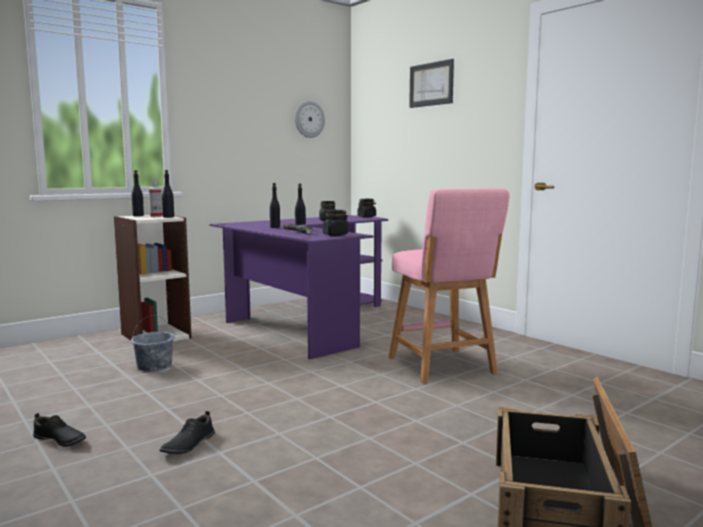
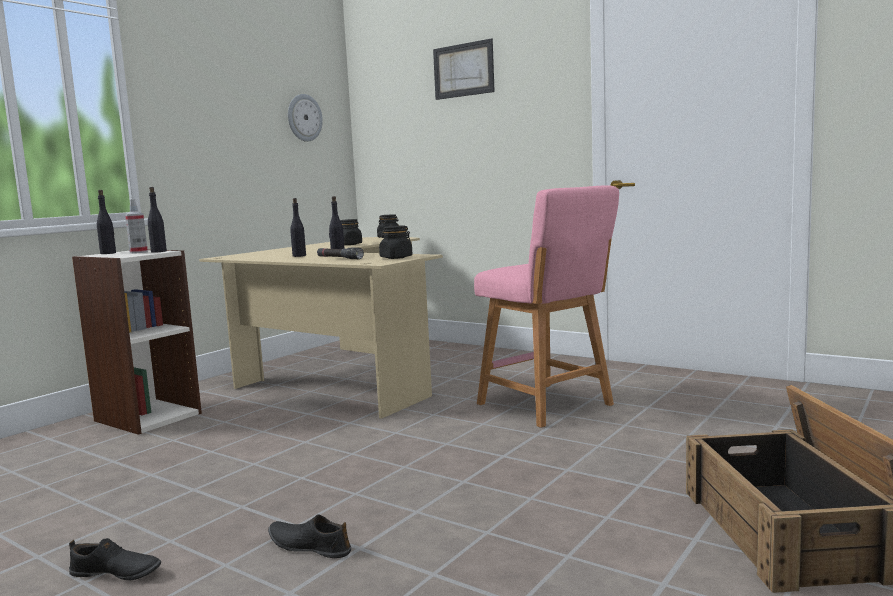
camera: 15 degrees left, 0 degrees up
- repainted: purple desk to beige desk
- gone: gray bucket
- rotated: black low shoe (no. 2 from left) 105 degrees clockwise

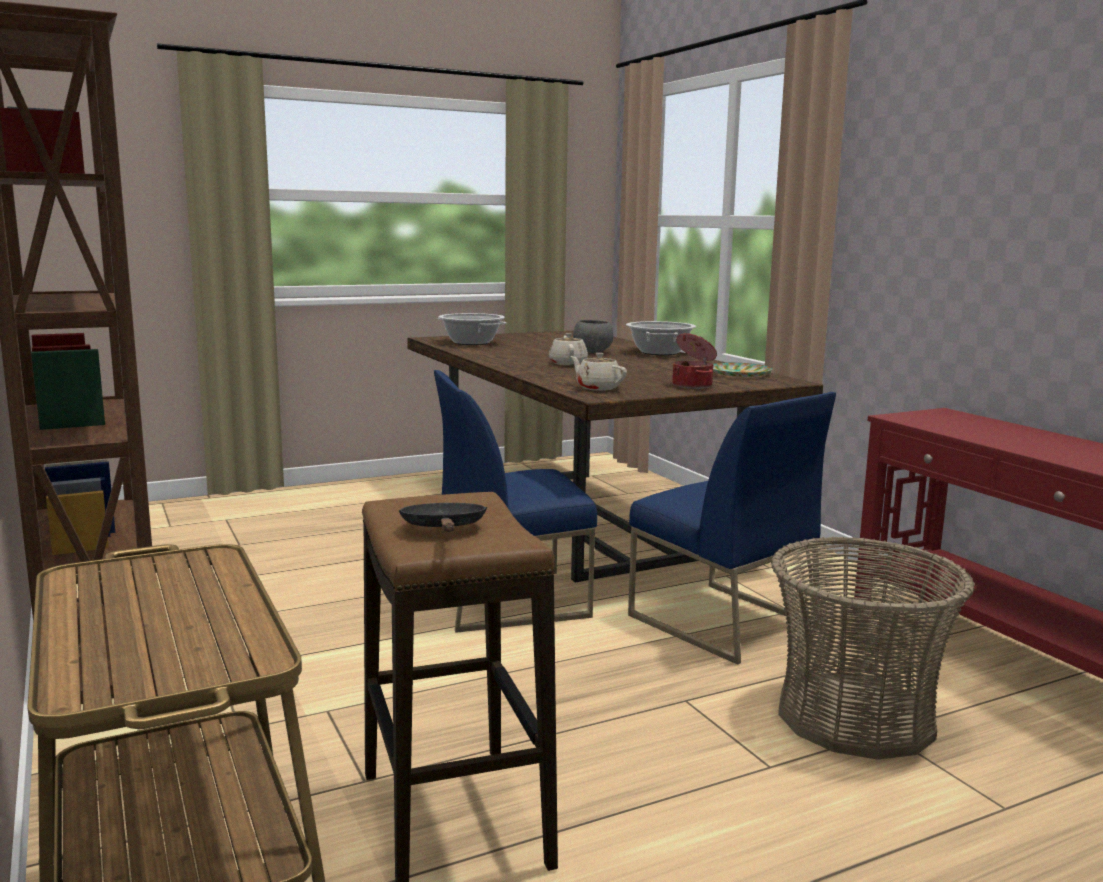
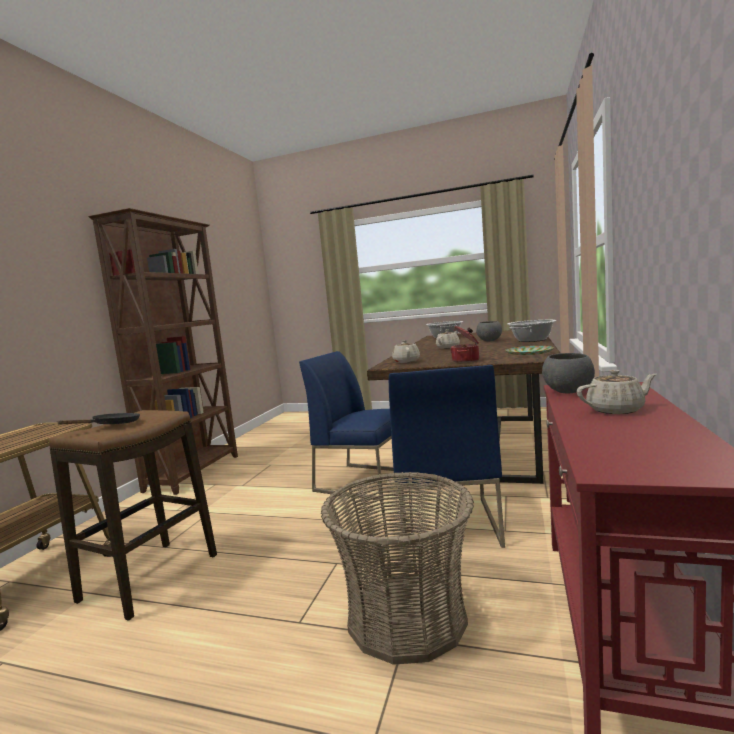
camera: 45 degrees right, 5 degrees down
- new: gray bowl (no. 2 from left)
- new: beige tea pot (no. 3 from left)

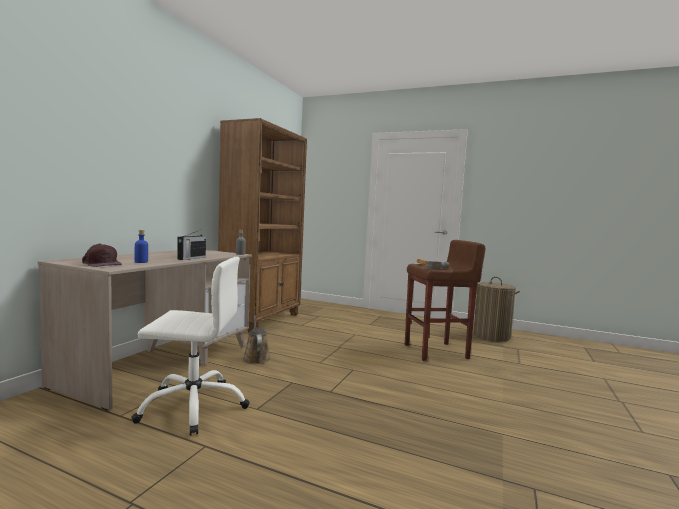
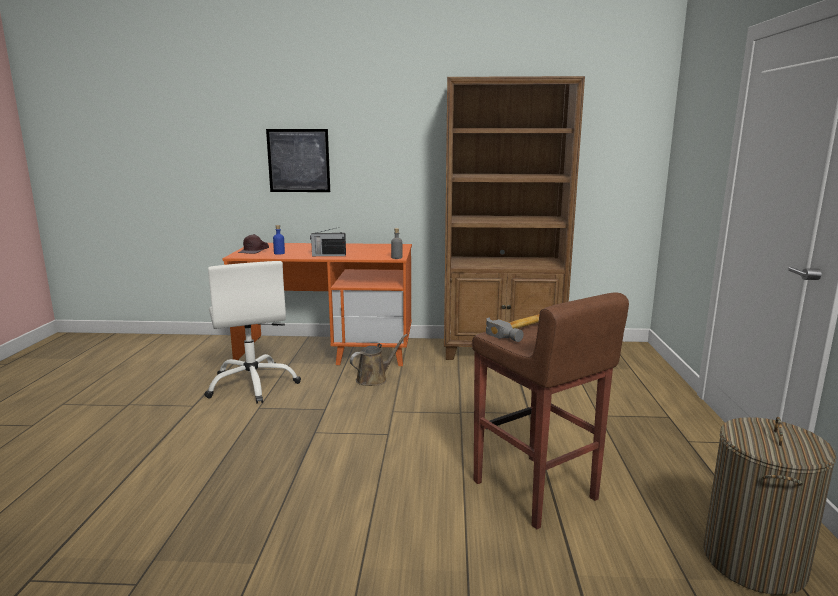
camera: 70 degrees right, 10 degrees up
- repainted: beige desk to orange desk
- new: wall art

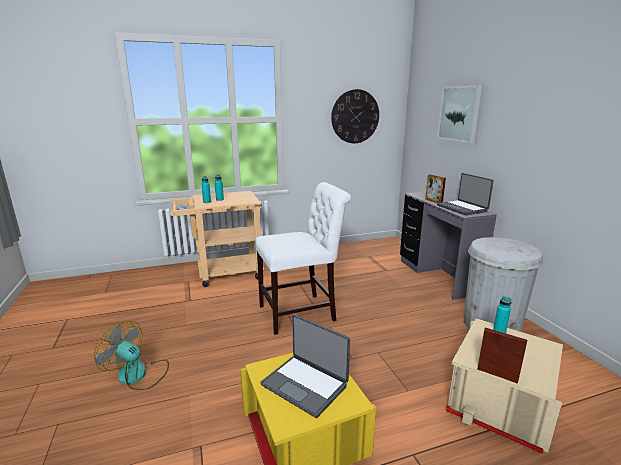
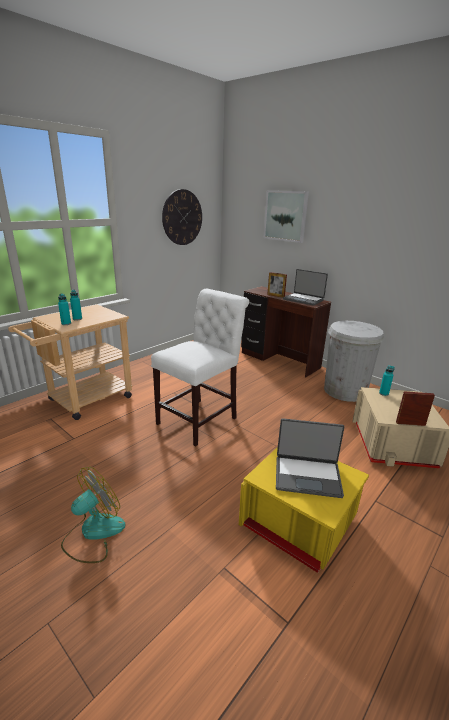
camera: 30 degrees left, 5 degrees up
- repainted: gray desk to brown desk
- rotated: fan 135 degrees clockwise

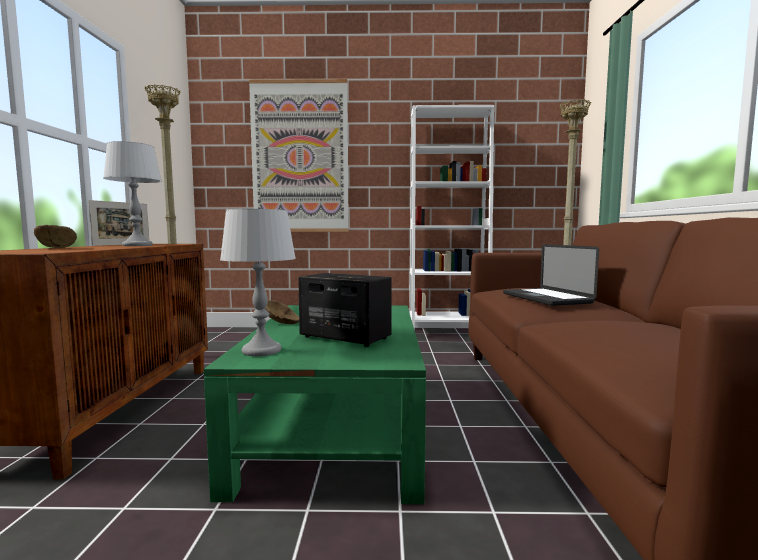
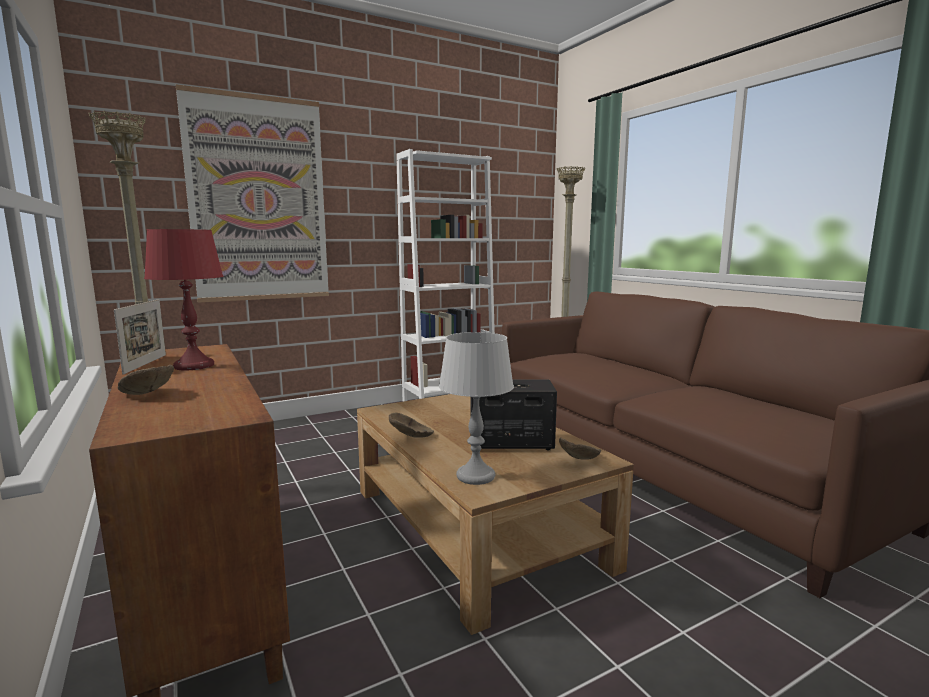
camera: 30 degrees left, 5 degrees up
- repainted: gray lamp for a table (no. 1 from left) to red-coloured lamp for a table
- gone: laptop
- repainted: greenish coffee table to brown coffee table
- new: brown bowl (no. 3 from left)

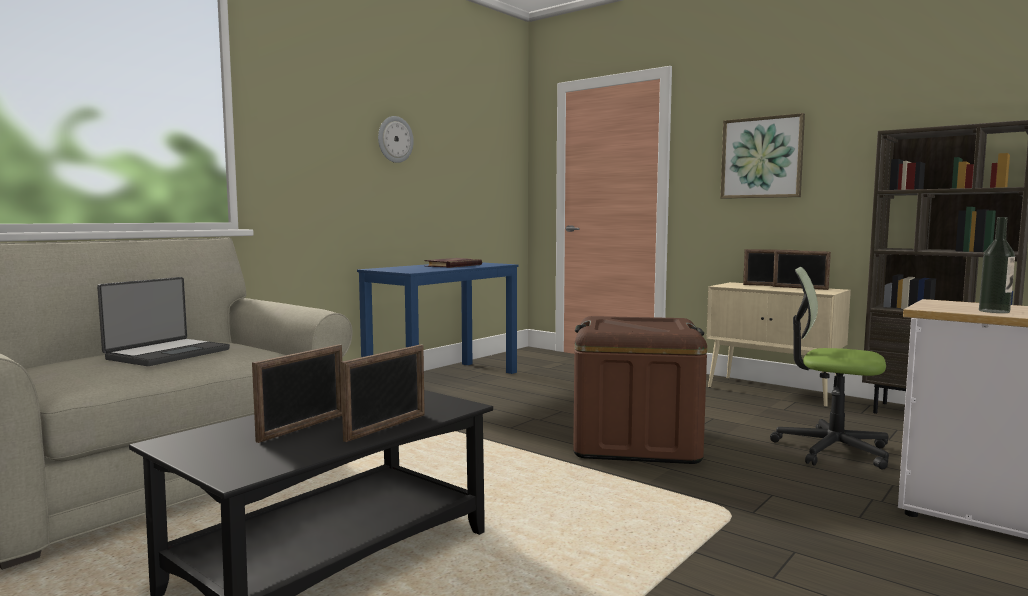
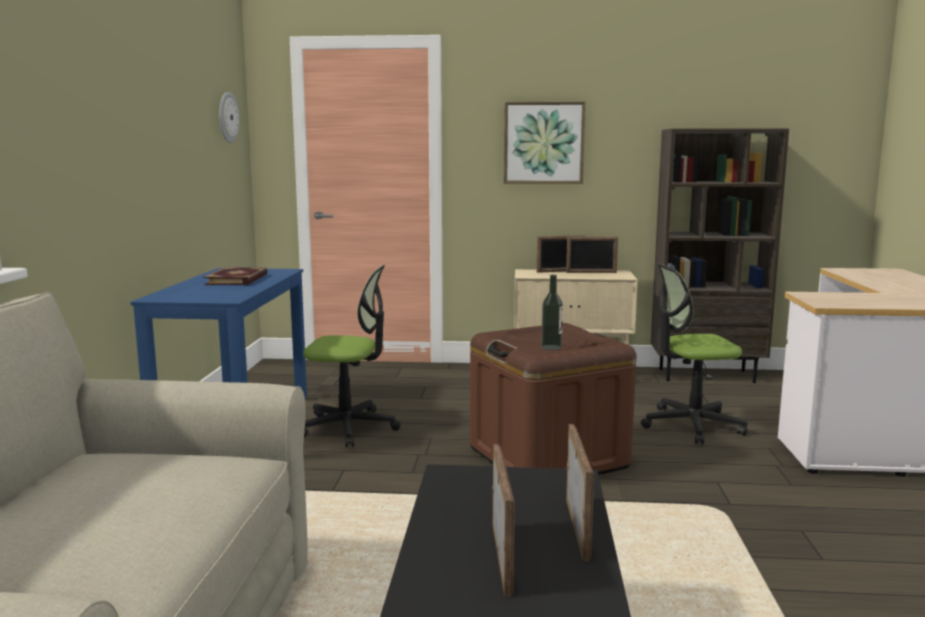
camera: 35 degrees left, 5 degrees up
- shifted: wall clock
- shifted: beverage bottle
- gone: laptop
- new: office chair (no. 1 from left)

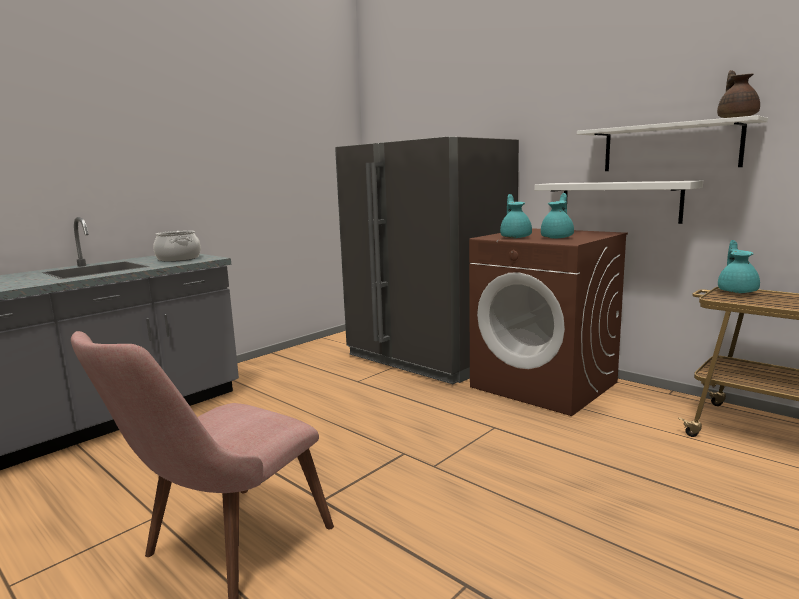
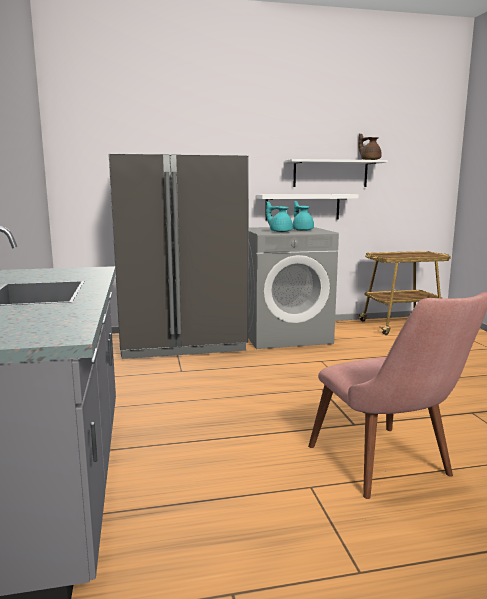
camera: 55 degrees left, 0 degrees up
- repainted: brown washing machine to gray washing machine
- gone: saucepot
- gone: turquoise-coloured tea pot (no. 3 from left)

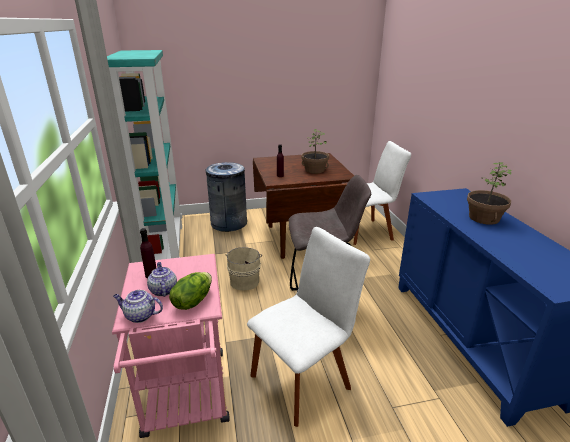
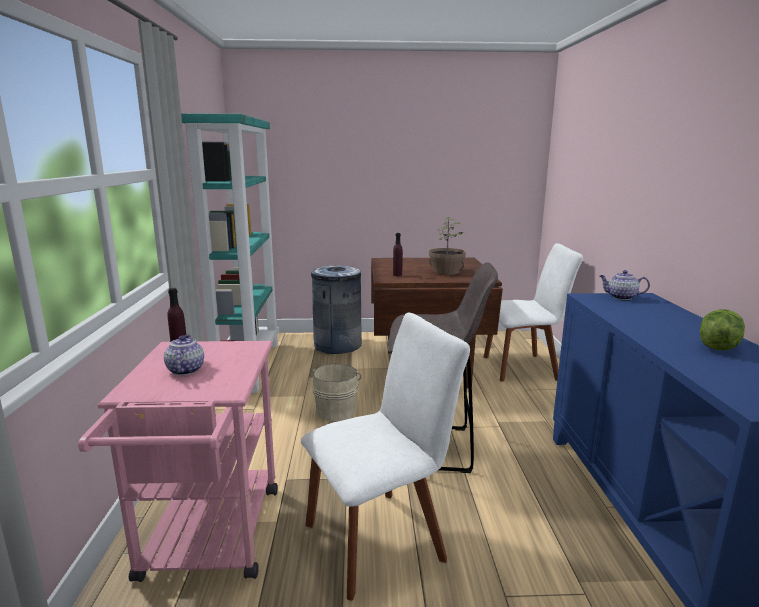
camera: 10 degrees right, 10 degrees down
- gone: houseplant (no. 2 from left)
- shifted: lettuce
- shifted: tea pot (no. 1 from left in the first image) to tea pot (no. 2 from left)

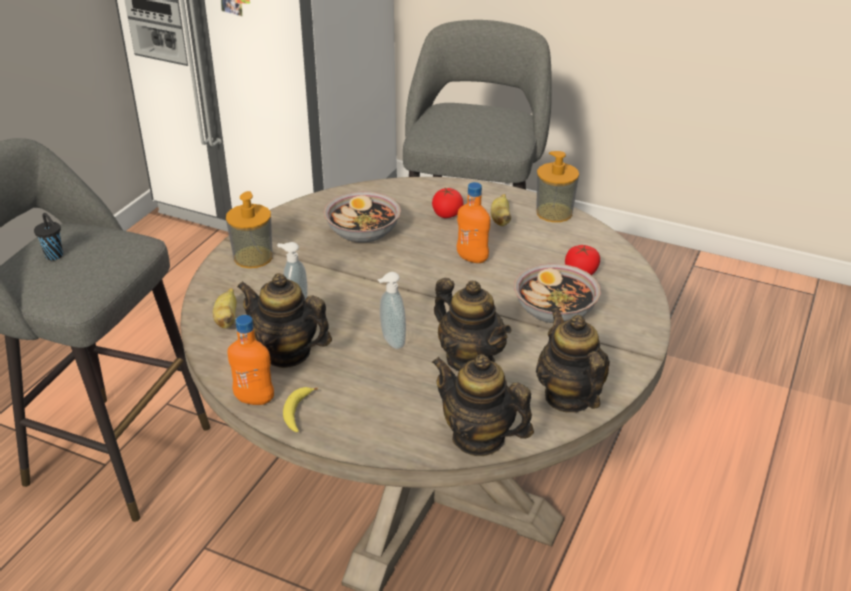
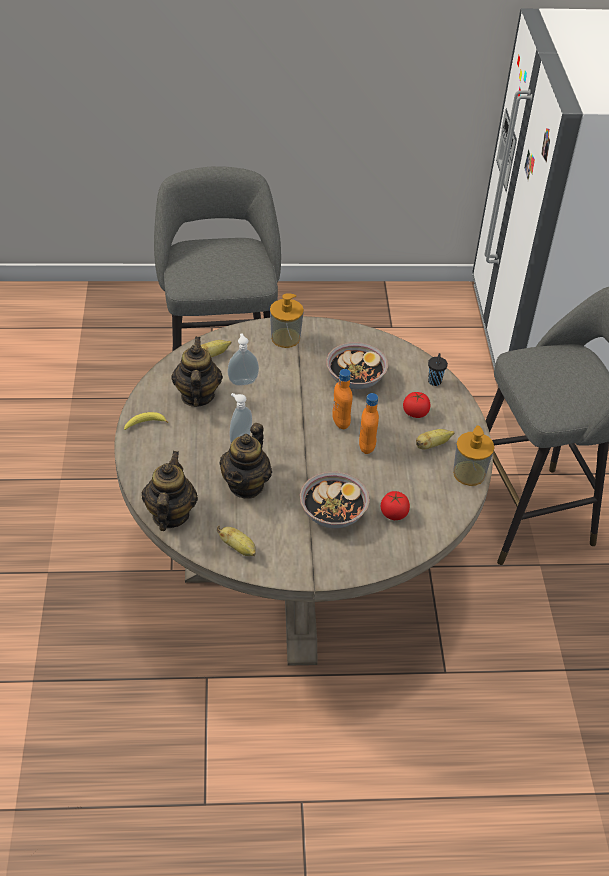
camera: 60 degrees right, 10 degrees up
- shifted: black small cup
- swapped: tea pot (no. 4 from left) to banana fruit (no. 3 from left)
- shifted: orange beverage bottle (no. 1 from left)

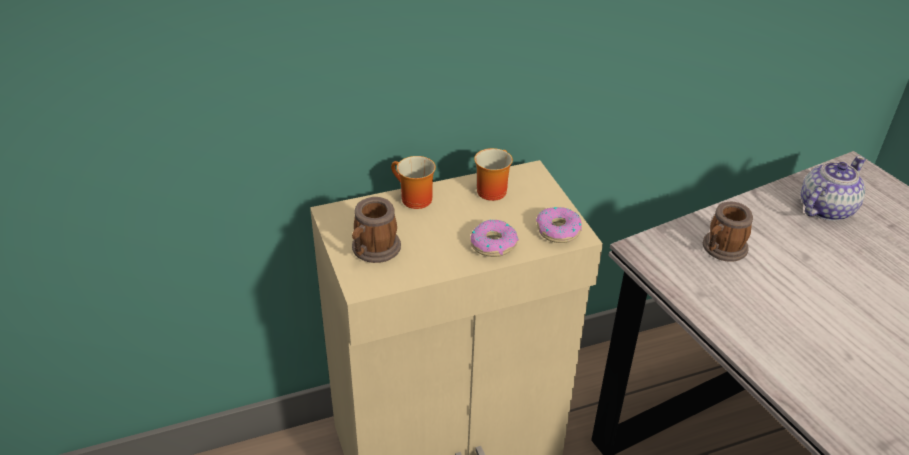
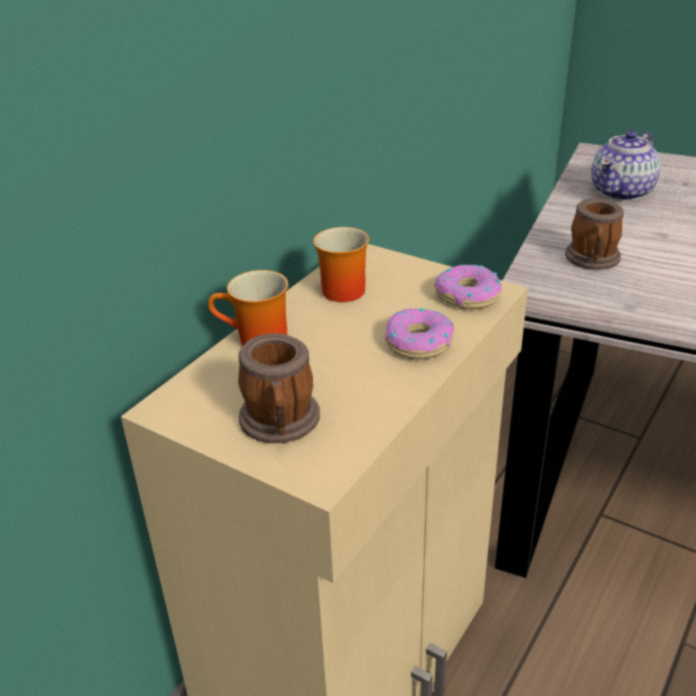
camera: 35 degrees left, 5 degrees down
- rotated: tea pot 150 degrees counterclockwise

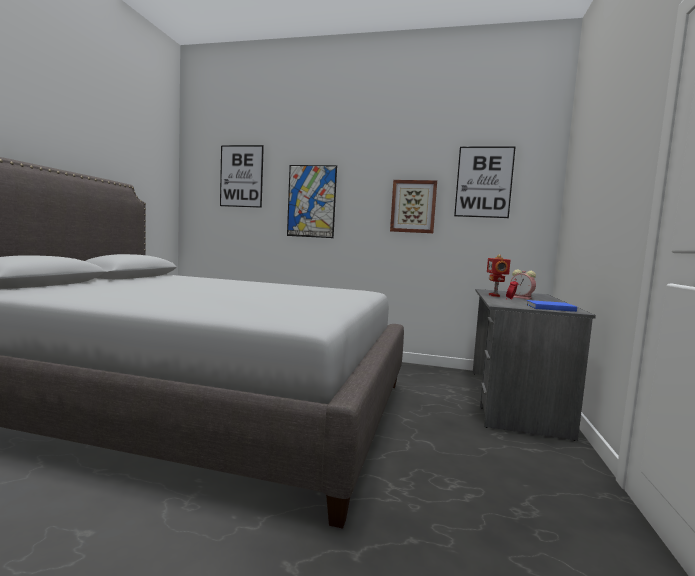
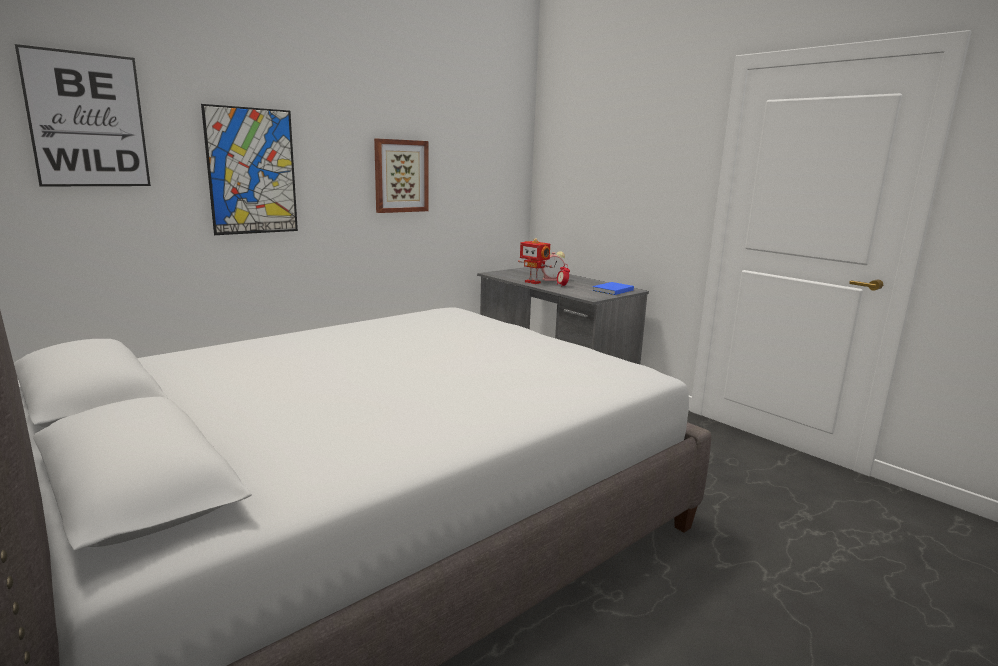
camera: 55 degrees left, 10 degrees up
- gone: wall art (no. 4 from left)

